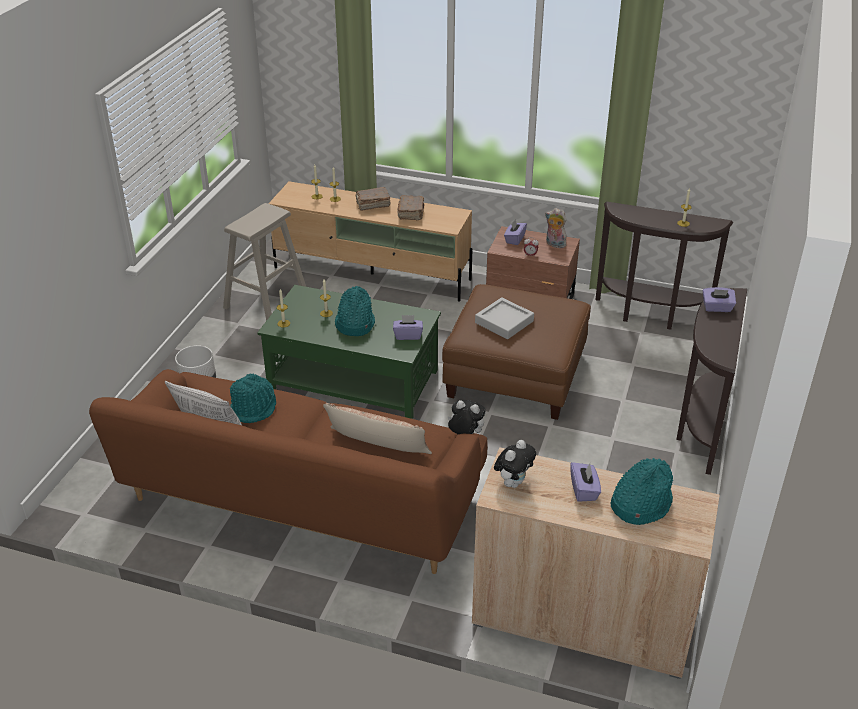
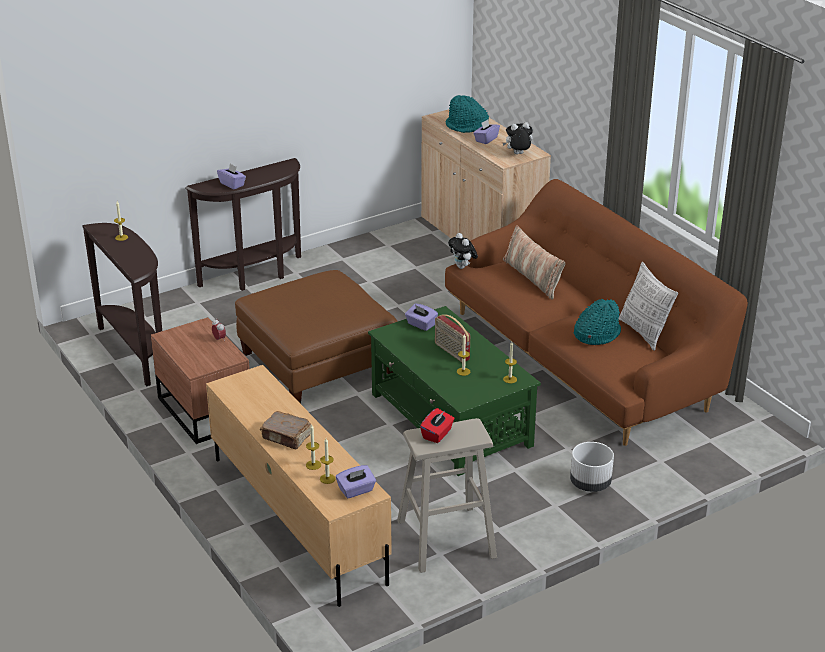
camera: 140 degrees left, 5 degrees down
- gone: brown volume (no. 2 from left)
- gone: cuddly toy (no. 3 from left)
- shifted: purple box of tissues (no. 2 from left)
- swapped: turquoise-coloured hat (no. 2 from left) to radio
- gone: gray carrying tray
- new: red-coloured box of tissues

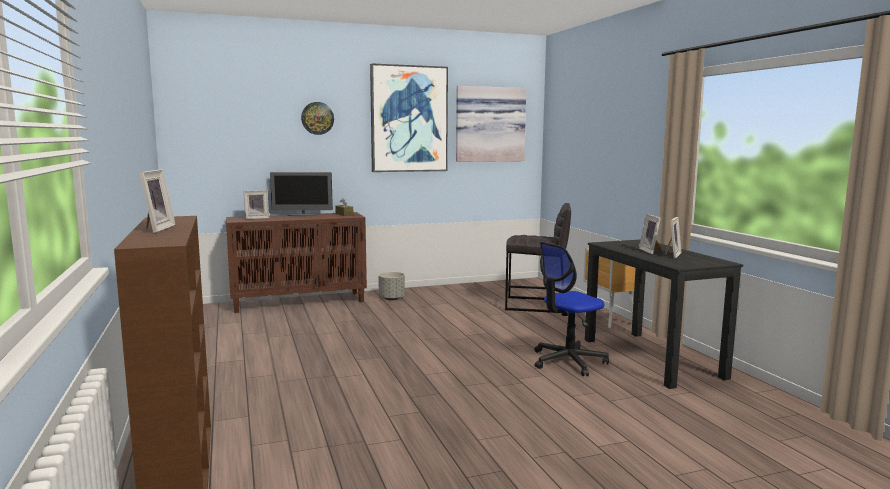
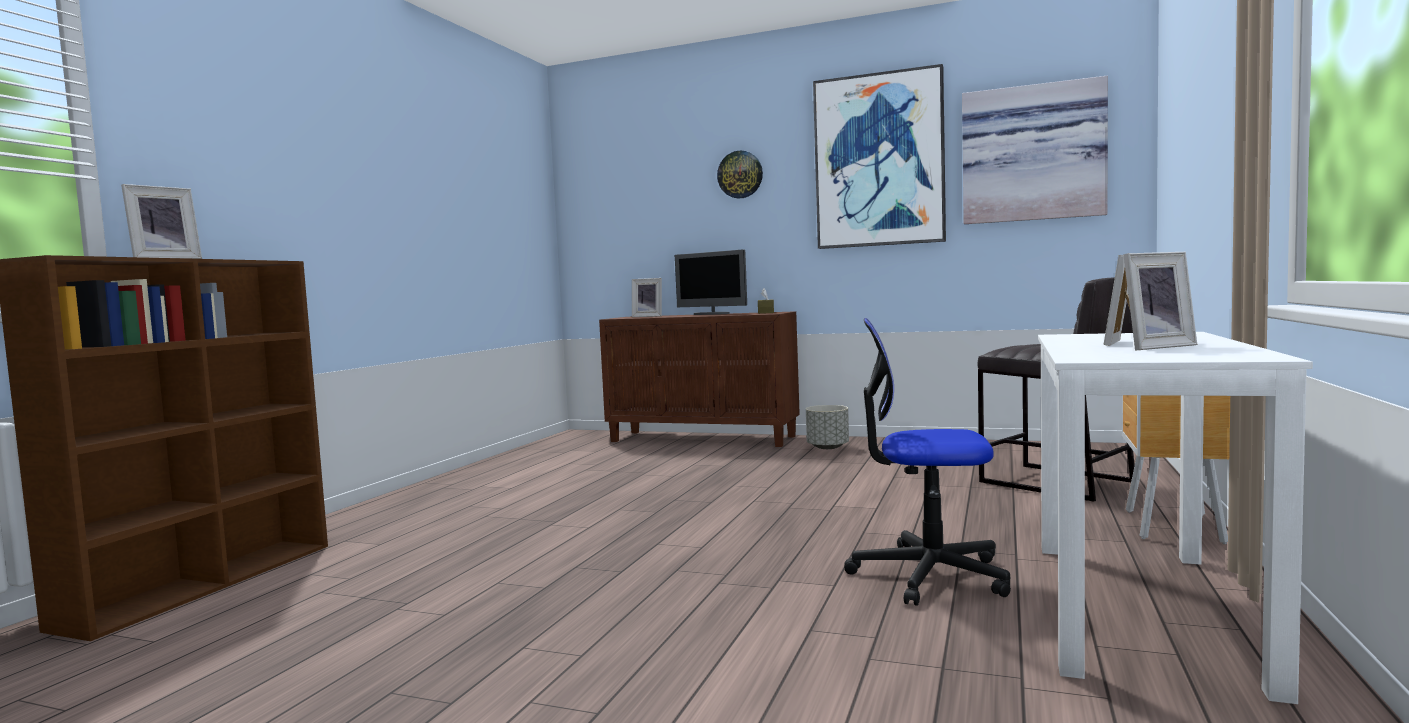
camera: 40 degrees right, 5 degrees down
- repainted: black desk to white desk

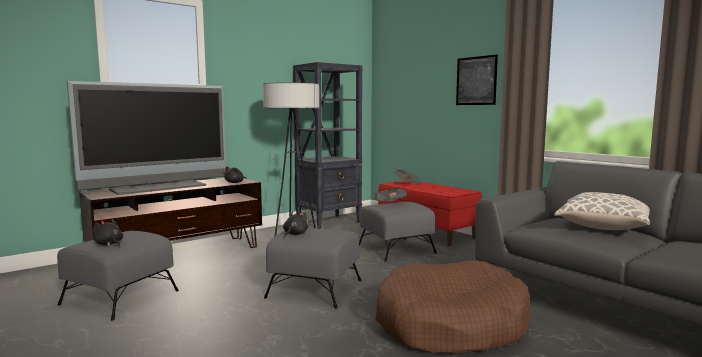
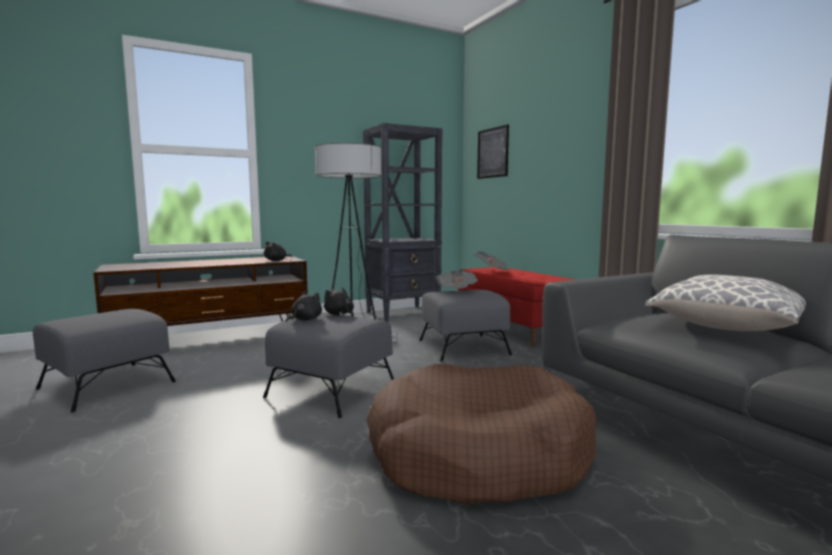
camera: 10 degrees right, 0 degrees up
- shifted: wall art
- gone: TV
- shifted: black cuddly toy (no. 1 from left in the first image) to black cuddly toy (no. 3 from left)

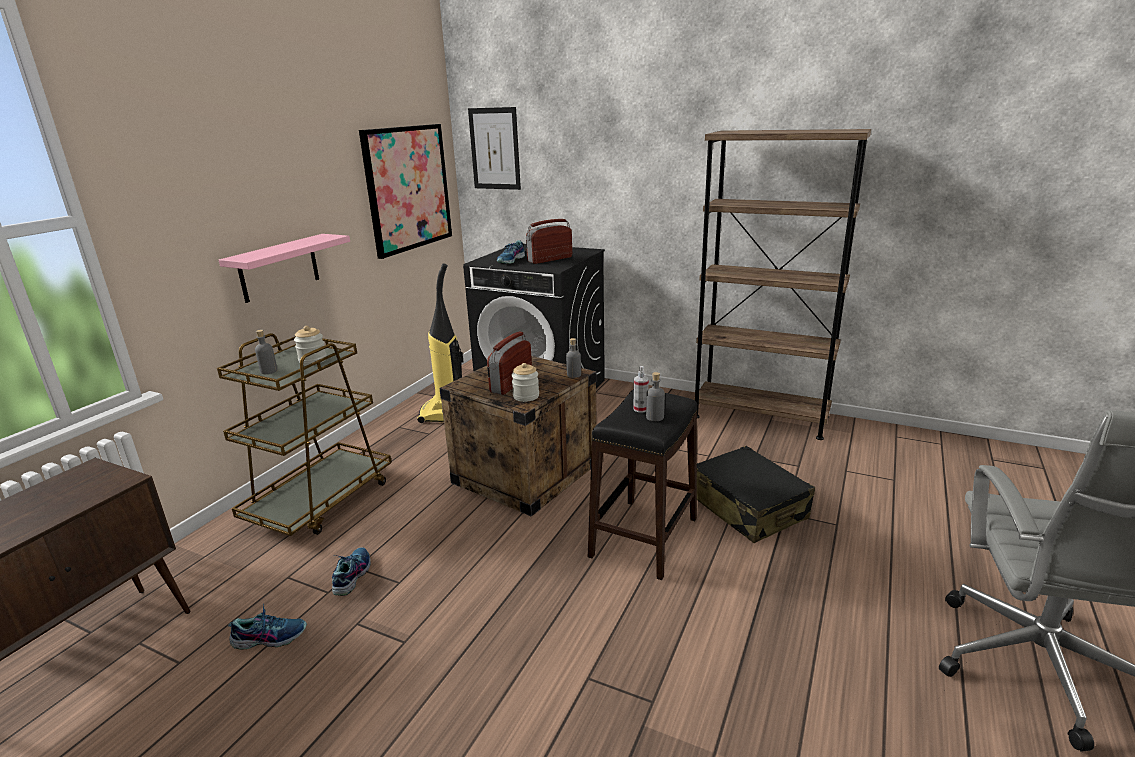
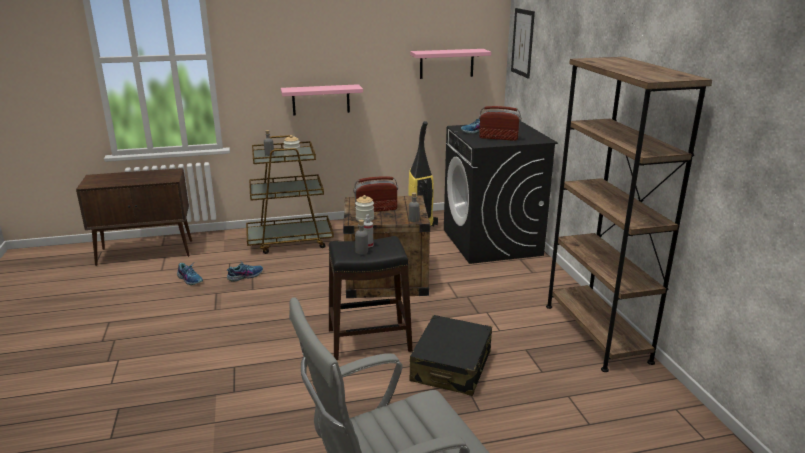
camera: 50 degrees right, 0 degrees up
- swapped: wall art (no. 1 from left) to pink-coloured bracket shelf (no. 2 from left)

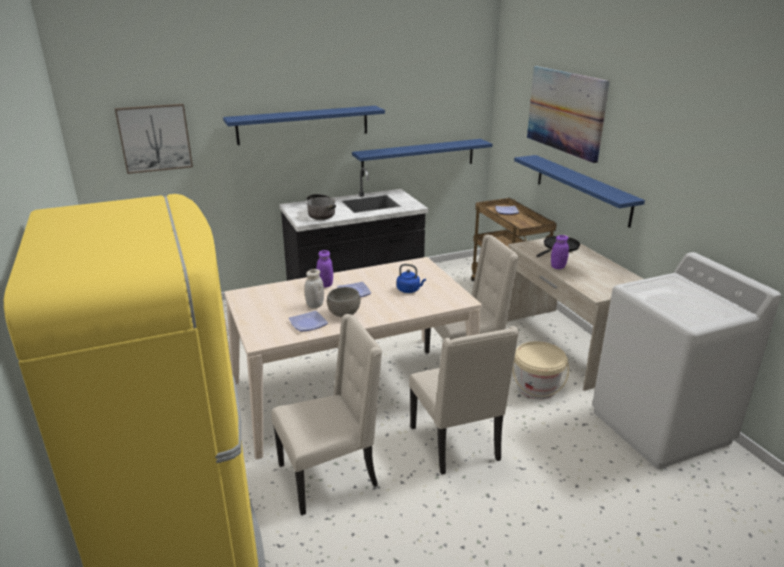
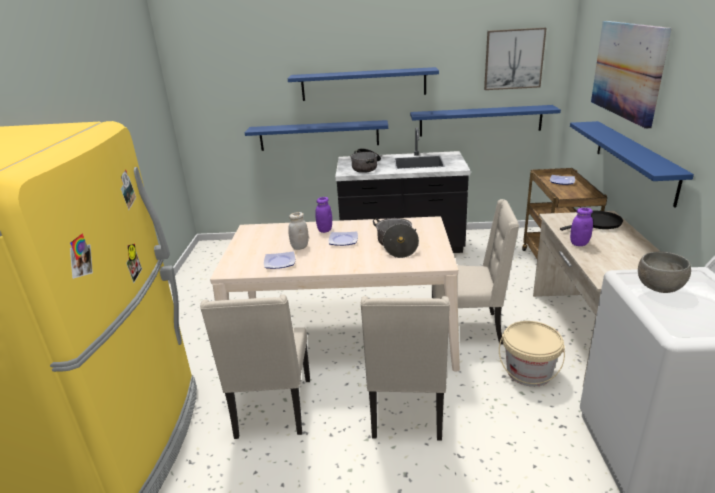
camera: 25 degrees right, 0 degrees up
- shifted: wall art (no. 1 from left)
- swapped: bluish kettle to saucepot (no. 2 from left)
- shifted: gray bowl
- rotated: beige chair (no. 1 from left) 90 degrees clockwise
- new: bluish bracket shelf (no. 1 from left)

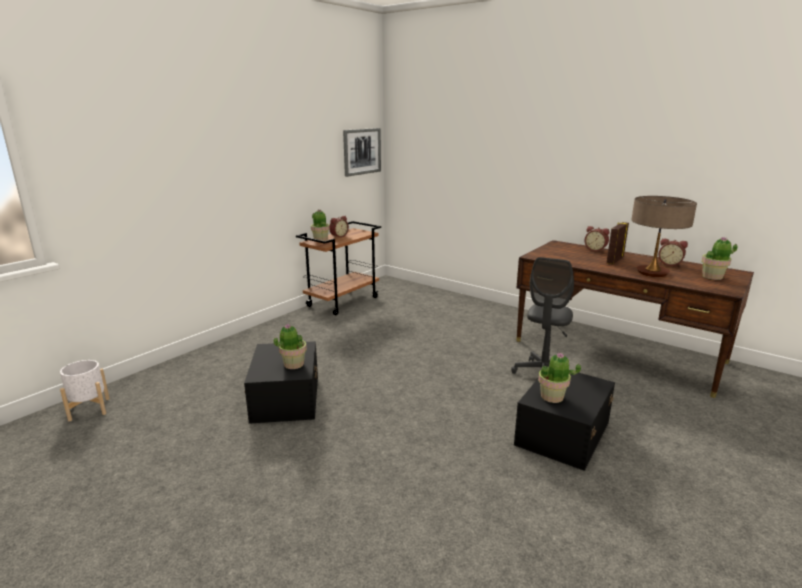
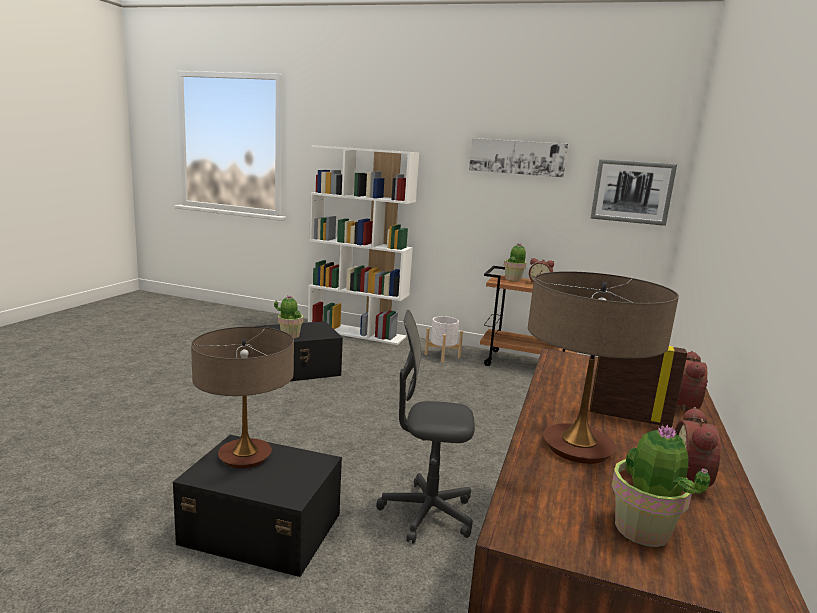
camera: 70 degrees right, 5 degrees down
- swapped: houseplant (no. 3 from left) to lamp for a table (no. 1 from left)
- shifted: white plant pot
- new: wall art (no. 1 from left)
- new: white bookcase

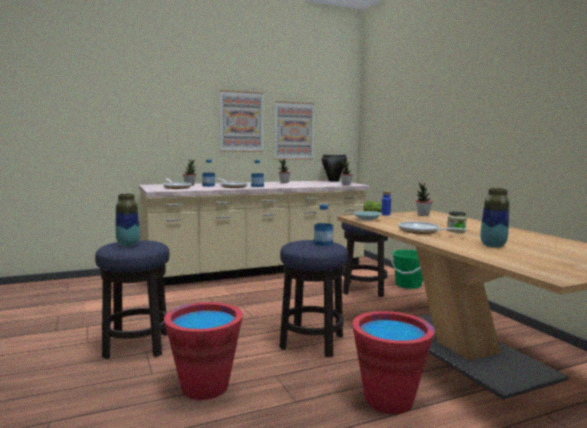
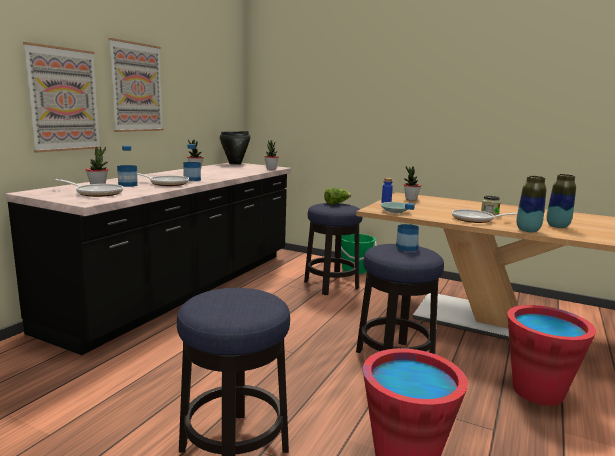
camera: 40 degrees left, 5 degrees up
- shifted: wall art (no. 2 from left in the first image) to wall art (no. 1 from left)
- repainted: beige kitchen counter to black kitchen counter
- shifted: decorative vase (no. 1 from left)

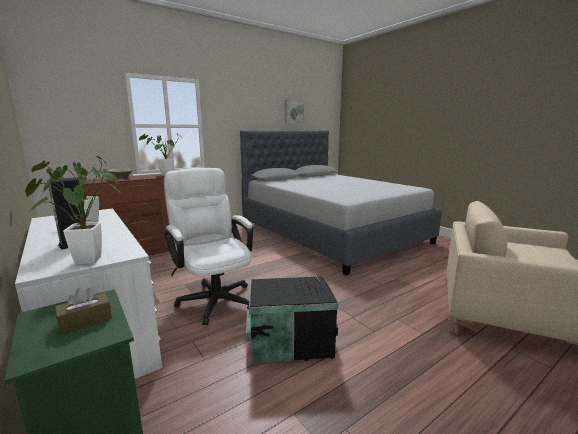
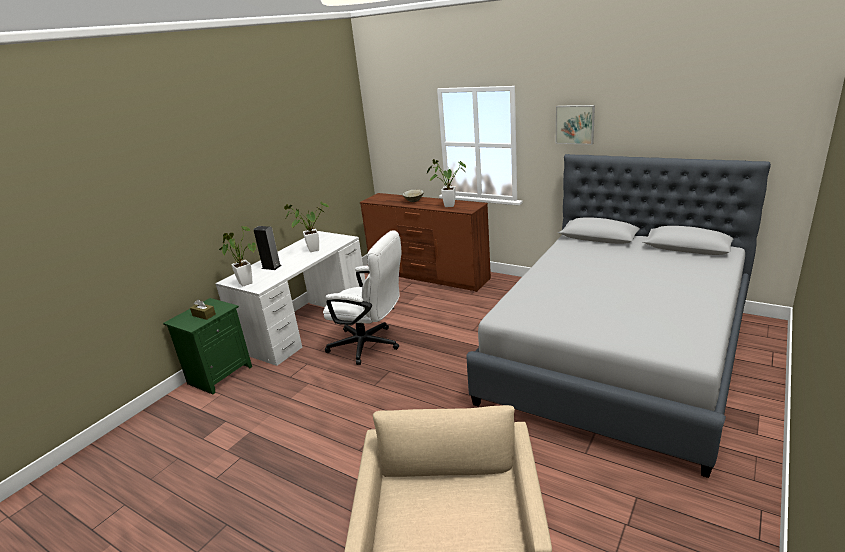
camera: 70 degrees right, 10 degrees up
- shifted: wall art
- rotated: white office chair 75 degrees clockwise
- gone: black storage box

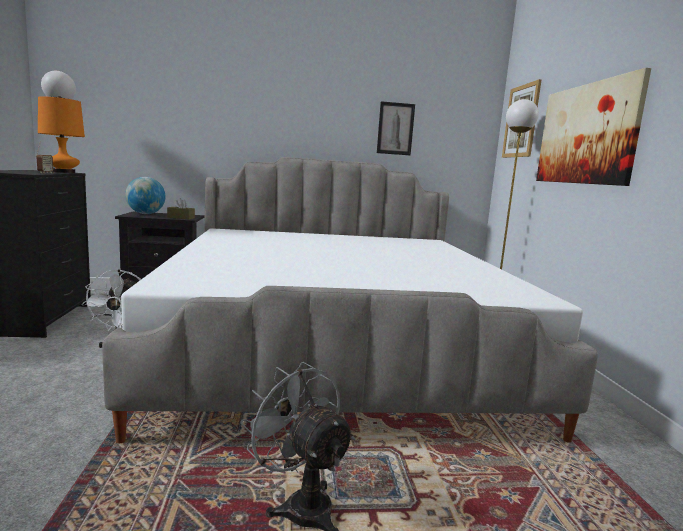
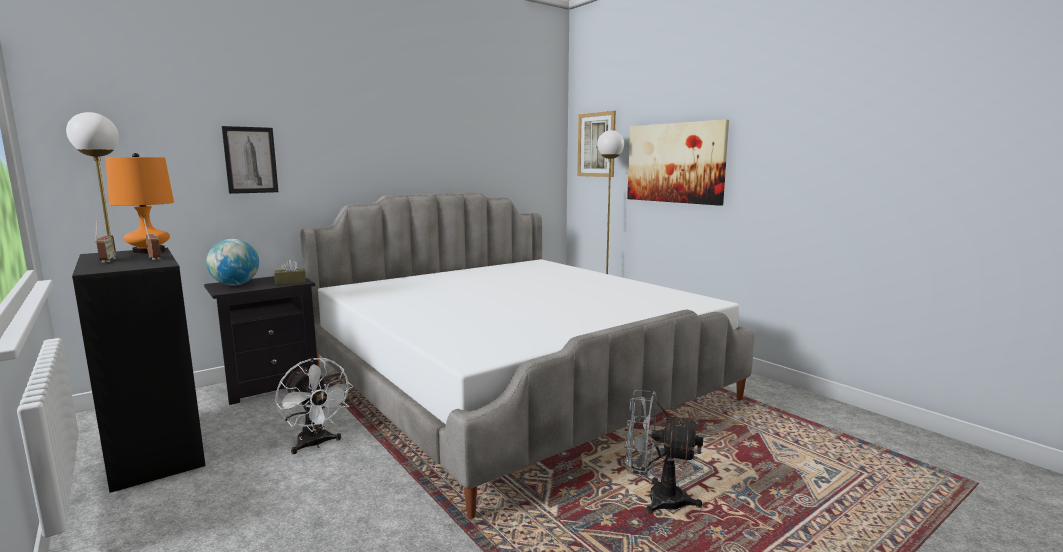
camera: 30 degrees left, 0 degrees up
- shifted: wall art (no. 1 from left)
- new: radio (no. 1 from left)

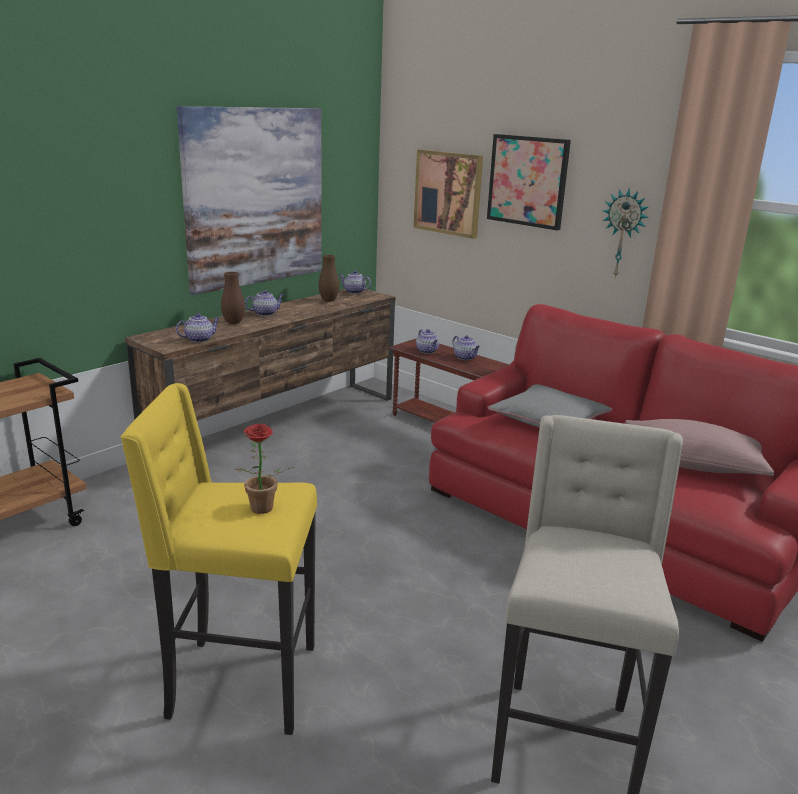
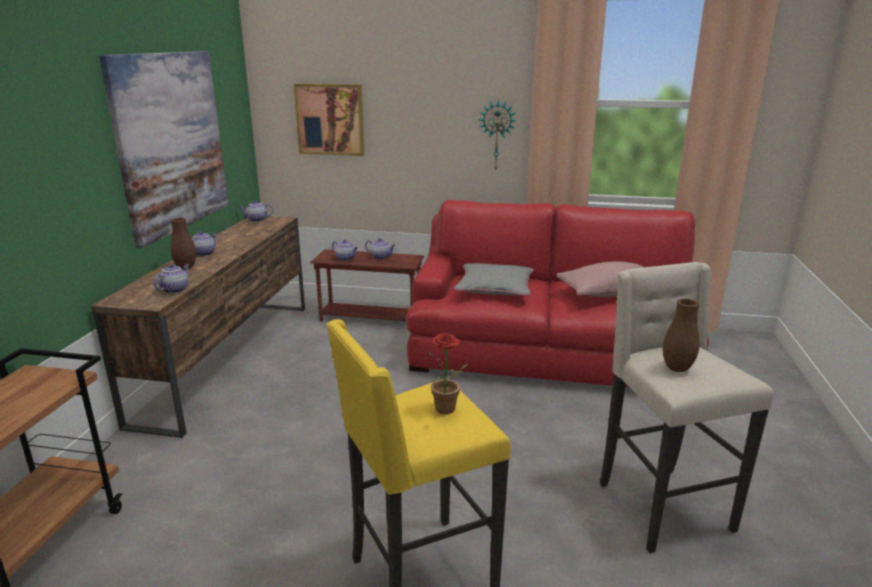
camera: 30 degrees left, 0 degrees up
- gone: wall art (no. 3 from left)
- shifted: brown decorative vase (no. 2 from left)

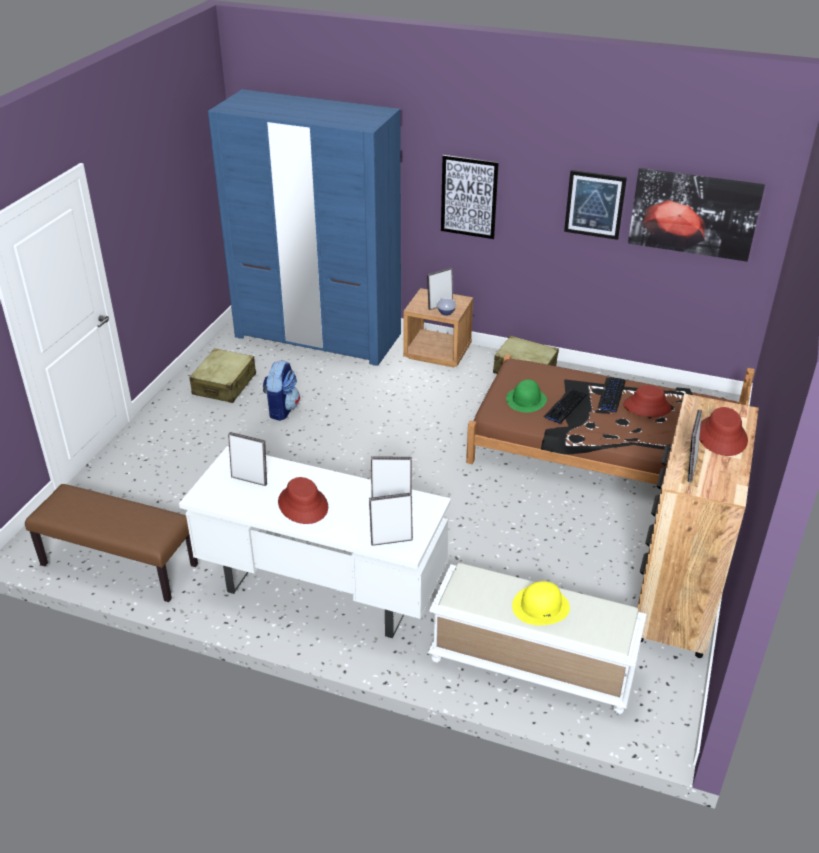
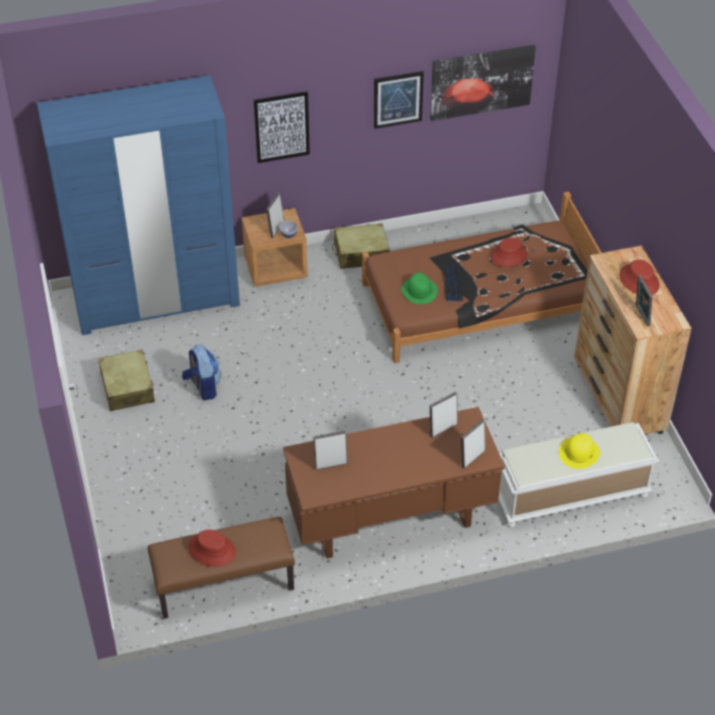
camera: 35 degrees left, 10 degrees up
- gone: PC keyboard (no. 2 from left)
- repainted: white desk to brown desk
- shifted: red-coloured hat (no. 1 from left)

